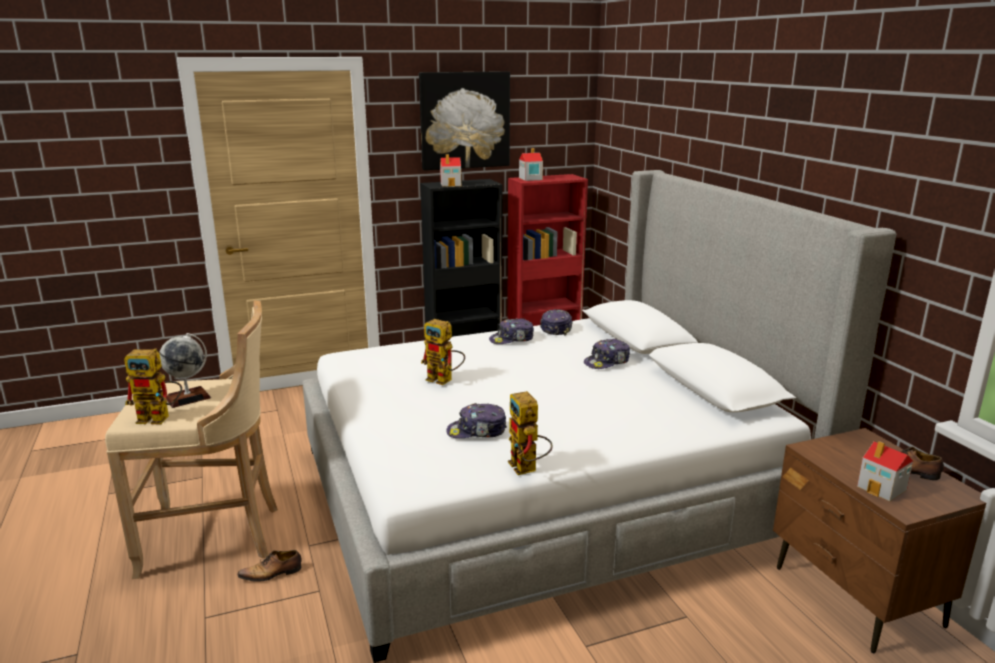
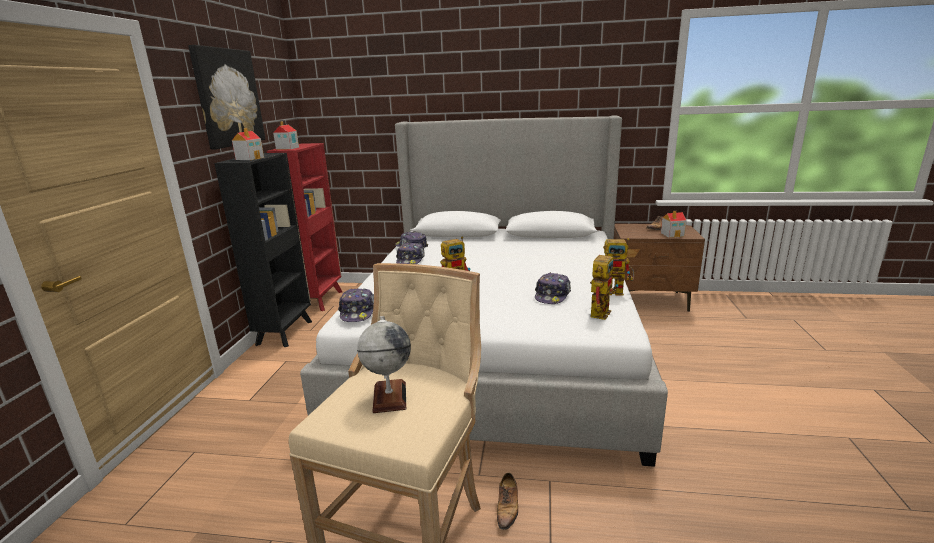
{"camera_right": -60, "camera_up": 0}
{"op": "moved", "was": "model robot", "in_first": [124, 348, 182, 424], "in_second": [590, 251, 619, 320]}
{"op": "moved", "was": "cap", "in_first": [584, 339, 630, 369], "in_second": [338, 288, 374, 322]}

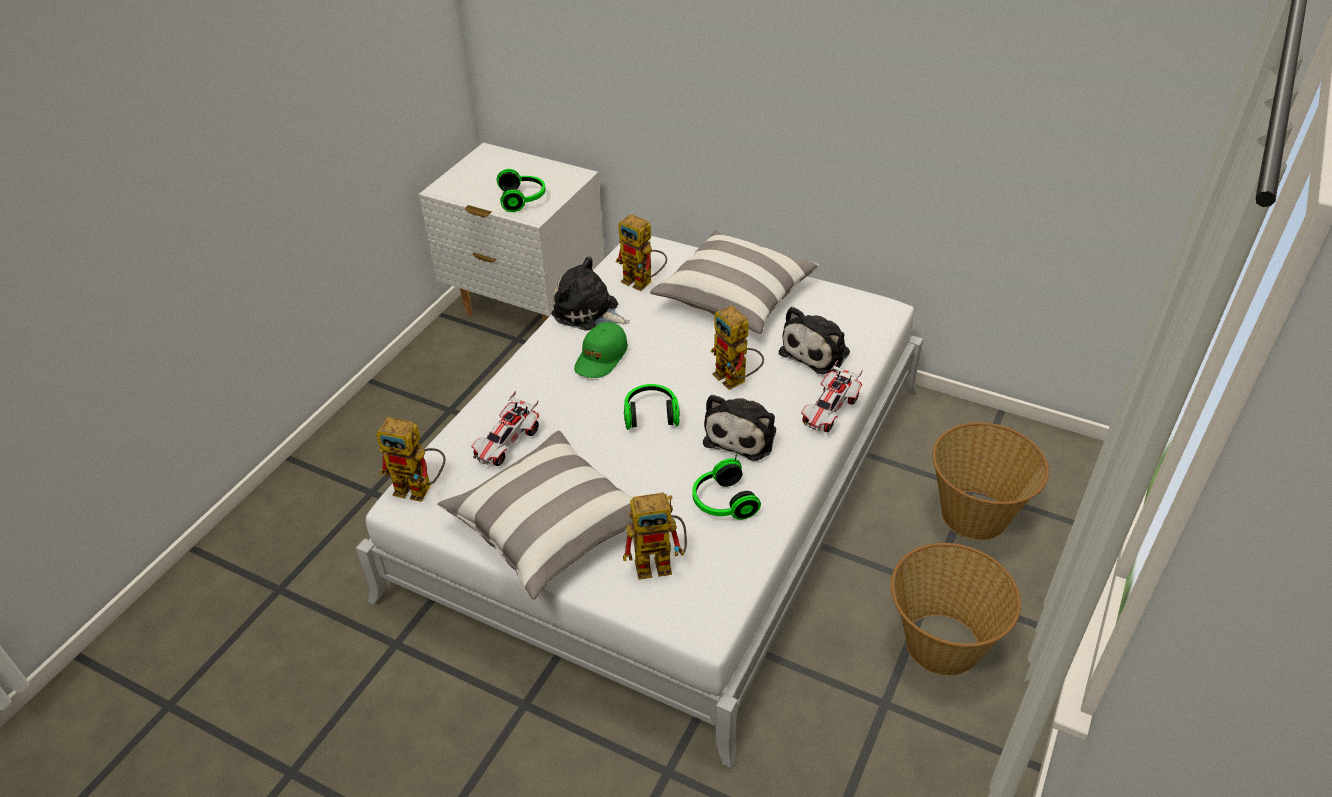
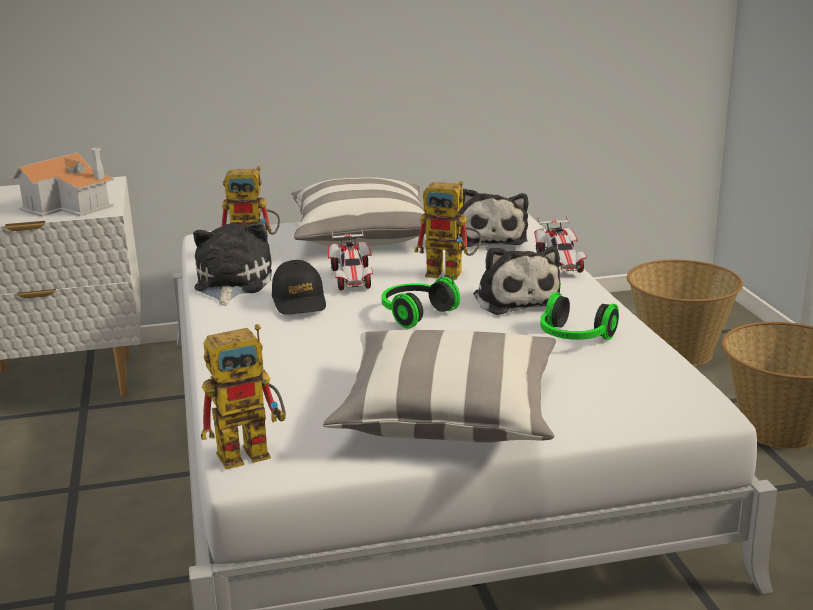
{"camera_right": -40, "camera_up": -20}
{"op": "removed", "was": "model robot", "in_first": [623, 492, 687, 580]}
{"op": "moved", "was": "toy car", "in_first": [471, 391, 539, 466], "in_second": [328, 229, 373, 291]}
{"op": "replaced", "was": "headphones", "now": "miniature house", "in_first": [497, 169, 546, 212], "in_second": [10, 148, 114, 217]}
{"op": "recoloured", "was": "green cap", "now": "black cap", "in_first": [574, 322, 628, 378], "in_second": [272, 260, 326, 315]}
{"op": "turned", "was": "cuddly toy", "in_first": [552, 256, 630, 331], "in_second": [193, 222, 272, 305], "clockwise": 105}

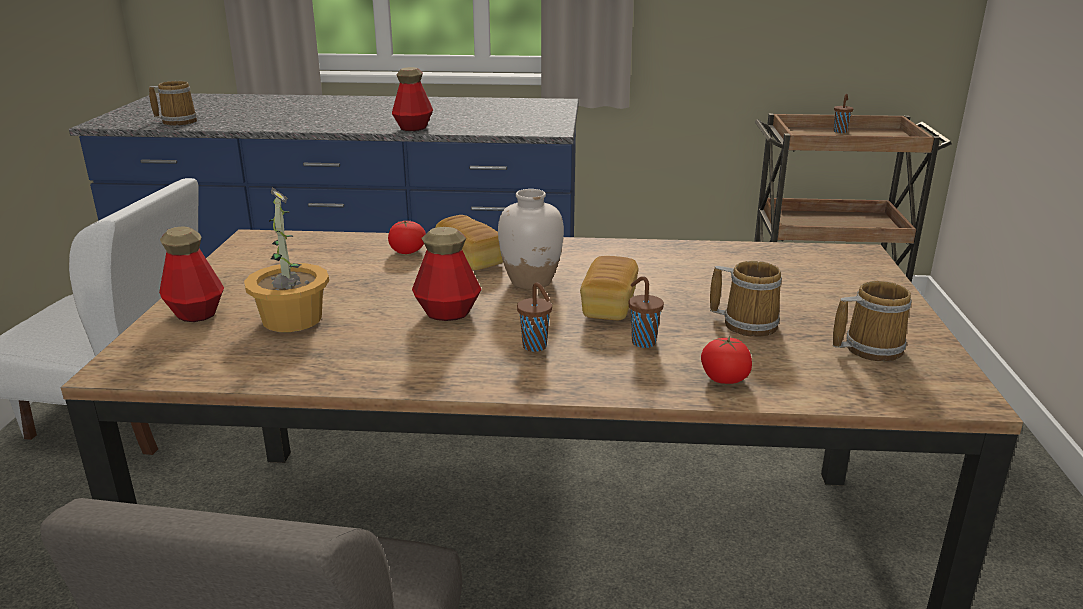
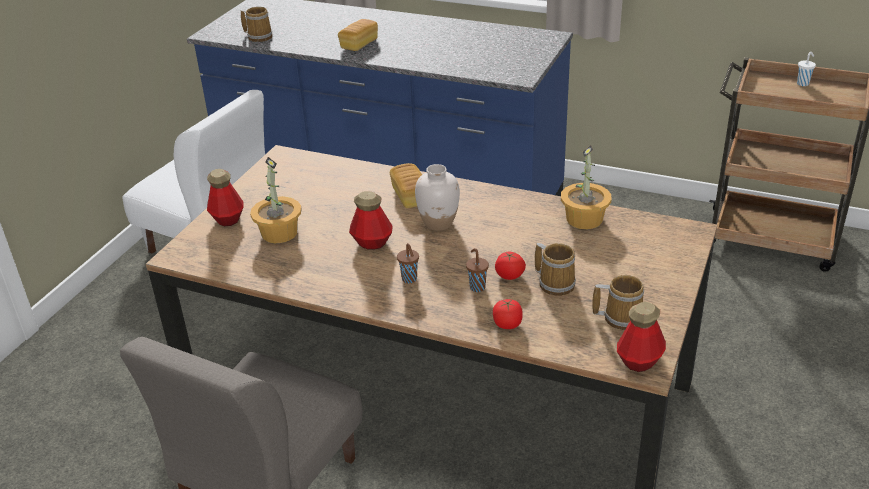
{"camera_right": 20, "camera_up": 10}
{"op": "added", "now": "houseplant", "in_second": [561, 145, 611, 229]}
{"op": "moved", "was": "whole tomato", "in_first": [388, 220, 426, 254], "in_second": [495, 252, 526, 280]}
{"op": "moved", "was": "beverage bottle", "in_first": [392, 67, 433, 131], "in_second": [617, 302, 666, 372]}
{"op": "moved", "was": "bread", "in_first": [580, 256, 638, 320], "in_second": [338, 19, 378, 51]}
{"op": "recoloured", "was": "brown-coloured drinking cup", "now": "whitish drinking cup", "in_first": [834, 94, 853, 133], "in_second": [797, 52, 816, 86]}

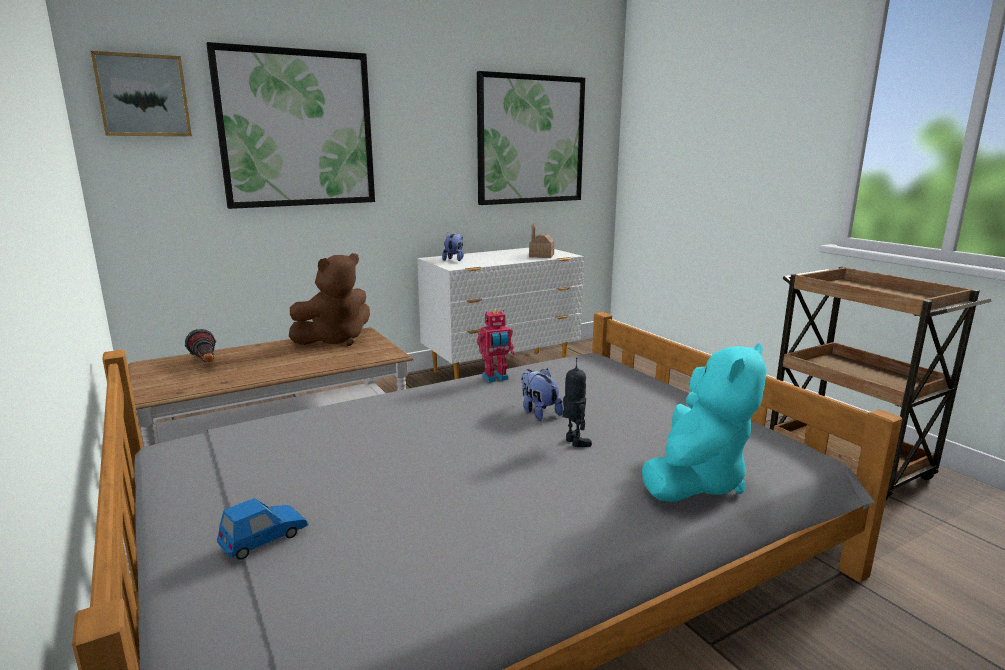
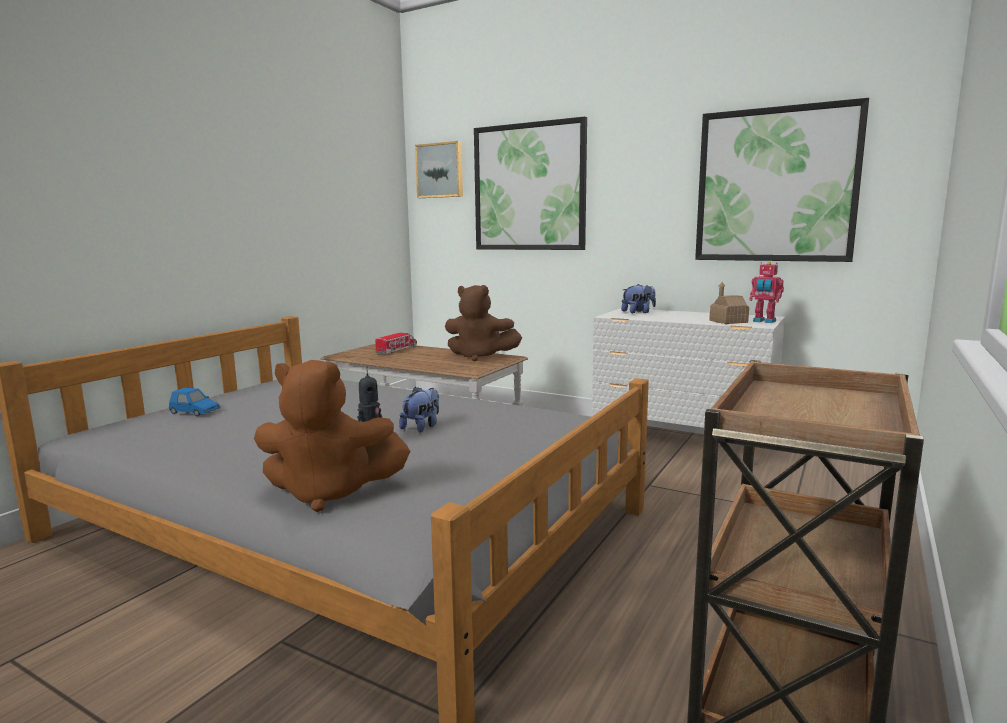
{"camera_right": 60, "camera_up": -5}
{"op": "moved", "was": "model robot", "in_first": [477, 310, 514, 382], "in_second": [749, 261, 784, 323]}
{"op": "replaced", "was": "flashlight", "now": "toy truck", "in_first": [185, 329, 216, 362], "in_second": [375, 333, 417, 354]}
{"op": "recoloured", "was": "turquoise-coloured cuddly toy", "now": "brown-coloured cuddly toy", "in_first": [642, 343, 767, 502], "in_second": [254, 360, 410, 512]}

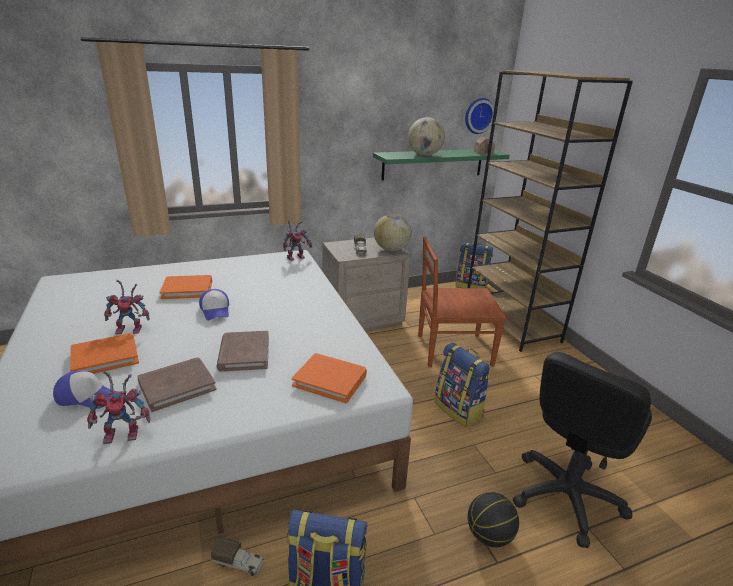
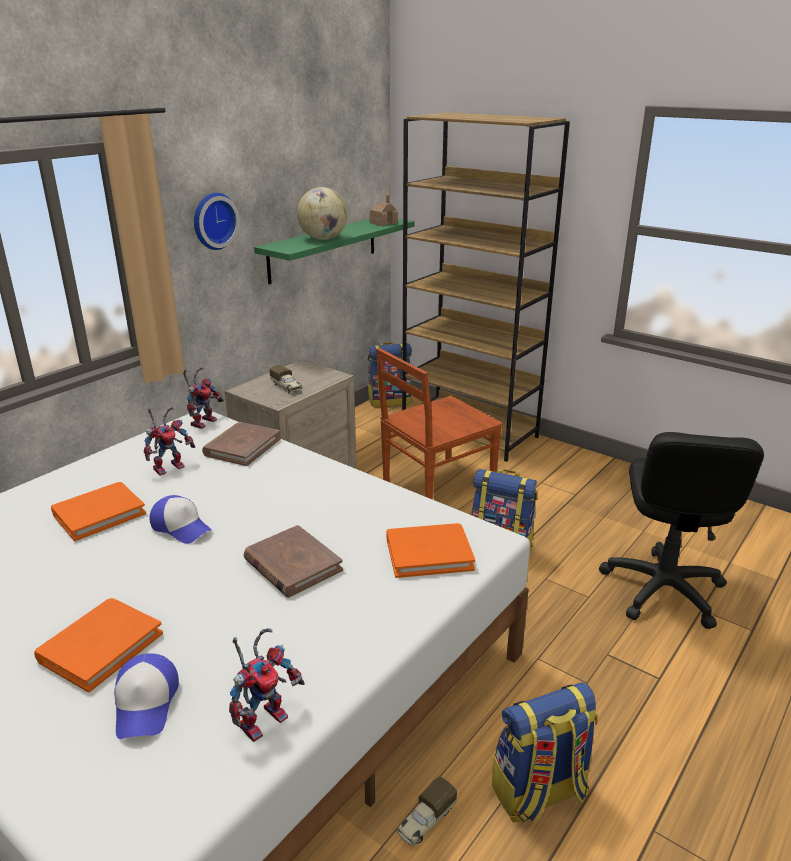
{"camera_right": -30, "camera_up": 0}
{"op": "removed", "was": "world globe", "in_first": [374, 213, 412, 251]}
{"op": "removed", "was": "ball for basketball", "in_first": [468, 492, 519, 547]}
{"op": "moved", "was": "model robot", "in_first": [104, 280, 150, 334], "in_second": [144, 407, 195, 476]}
{"op": "moved", "was": "brown-coloured volume", "in_first": [137, 358, 216, 412], "in_second": [202, 422, 280, 466]}
{"op": "moved", "was": "wall clock", "in_first": [465, 98, 494, 134], "in_second": [194, 193, 240, 250]}
{"op": "turned", "was": "cap", "in_first": [53, 371, 115, 409], "in_second": [114, 653, 179, 739], "clockwise": 105}
{"op": "turned", "was": "toy truck", "in_first": [211, 537, 264, 576], "in_second": [397, 776, 457, 846], "clockwise": 150}

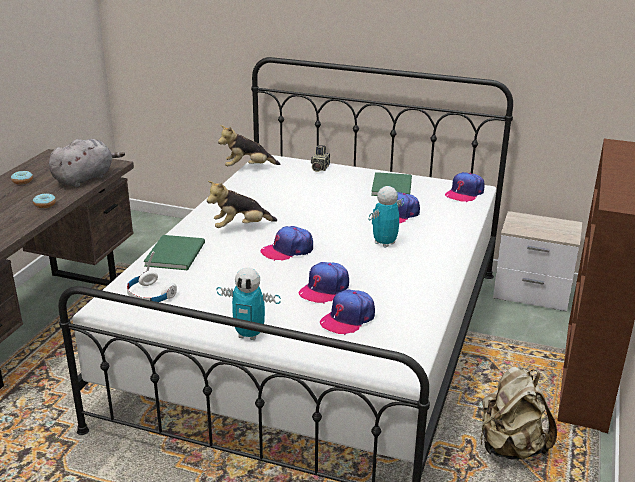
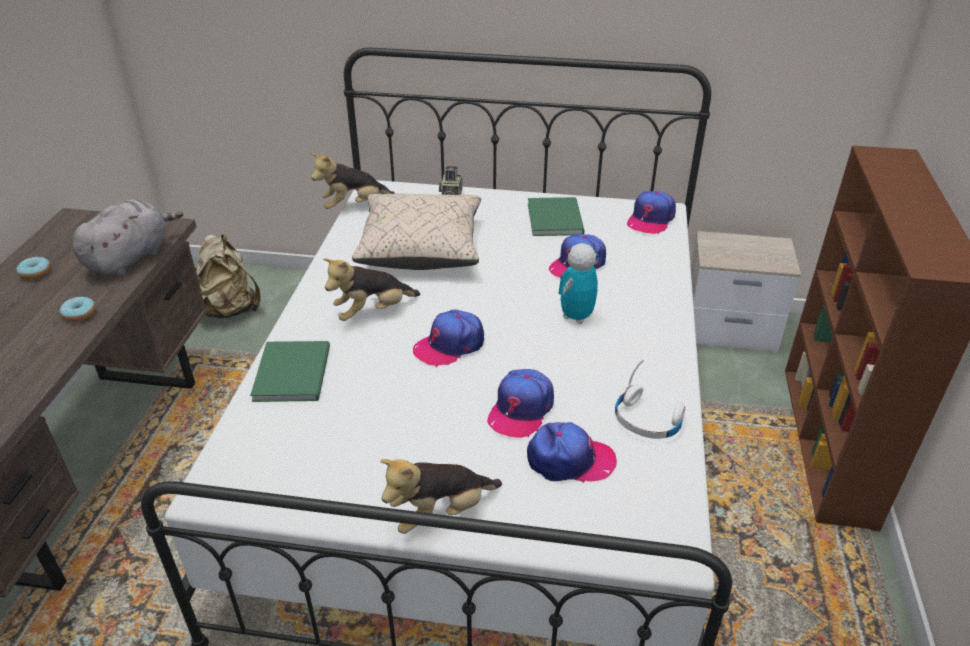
{"camera_right": -10, "camera_up": 10}
{"op": "added", "now": "beige cushion", "in_second": [352, 194, 481, 270]}
{"op": "moved", "was": "whitish headphones", "in_first": [127, 252, 177, 302], "in_second": [615, 359, 686, 439]}
{"op": "moved", "was": "beige knapsack", "in_first": [480, 366, 557, 460], "in_second": [195, 234, 261, 319]}
{"op": "replaced", "was": "model robot", "now": "cuddly toy", "in_first": [217, 267, 281, 340], "in_second": [380, 459, 502, 534]}
{"op": "turned", "was": "cap", "in_first": [320, 289, 375, 335], "in_second": [527, 422, 617, 483], "clockwise": -120}

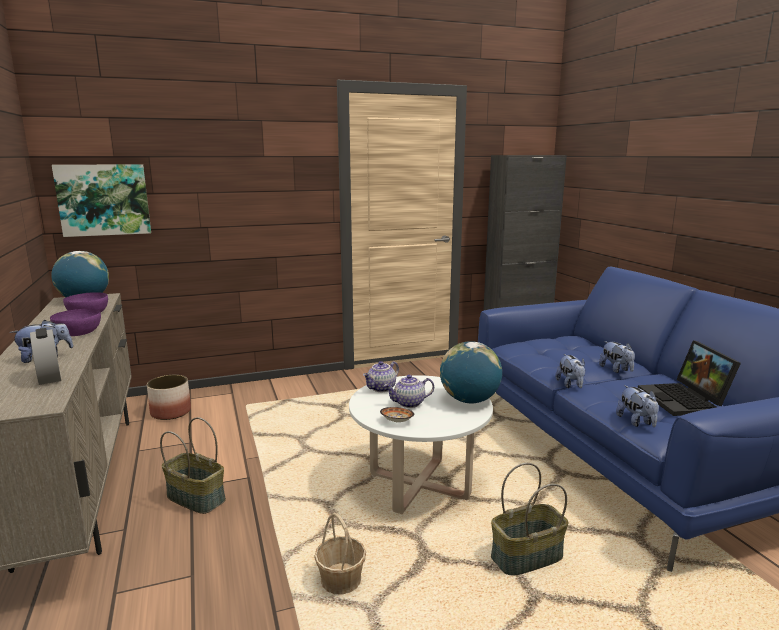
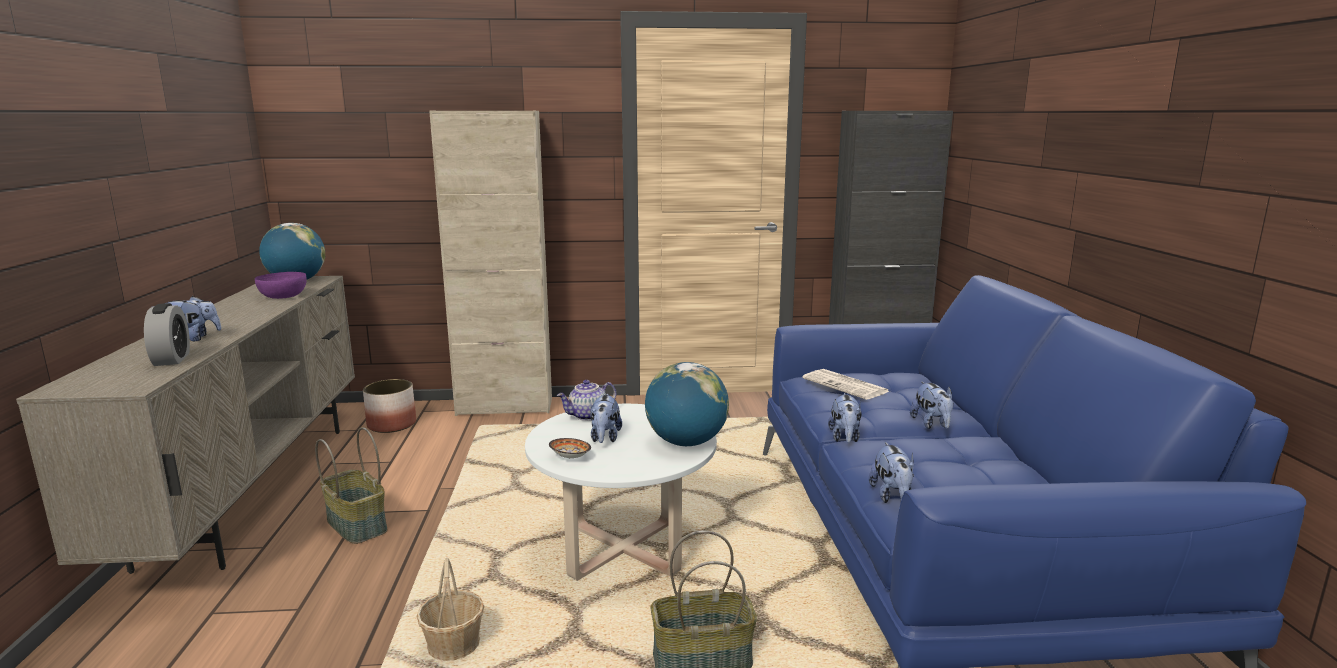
{"camera_right": 15, "camera_up": 0}
{"op": "removed", "was": "purple deep dish", "in_first": [50, 308, 101, 336]}
{"op": "removed", "was": "wall art", "in_first": [52, 164, 151, 237]}
{"op": "removed", "was": "laptop", "in_first": [638, 340, 741, 416]}
{"op": "added", "now": "beige cupboard", "in_second": [429, 111, 552, 416]}
{"op": "added", "now": "newspaper", "in_second": [802, 369, 890, 400]}
{"op": "replaced", "was": "pot for tea", "now": "cuddly toy", "in_first": [384, 375, 434, 408], "in_second": [590, 394, 622, 443]}

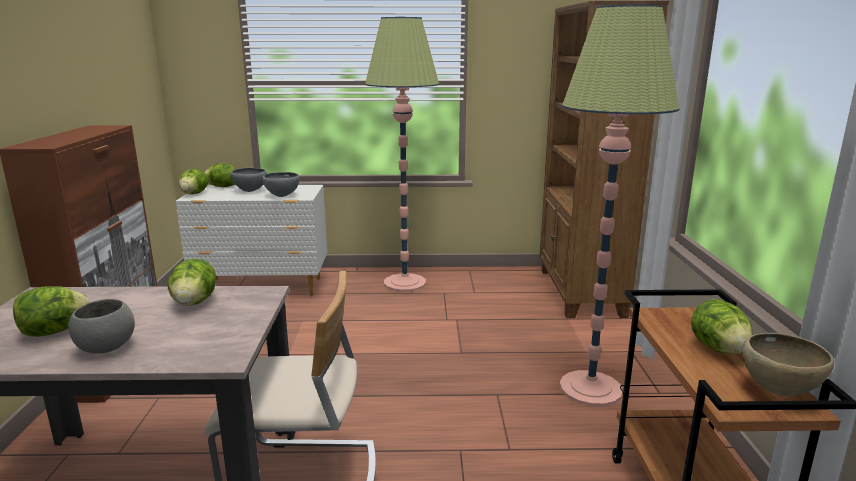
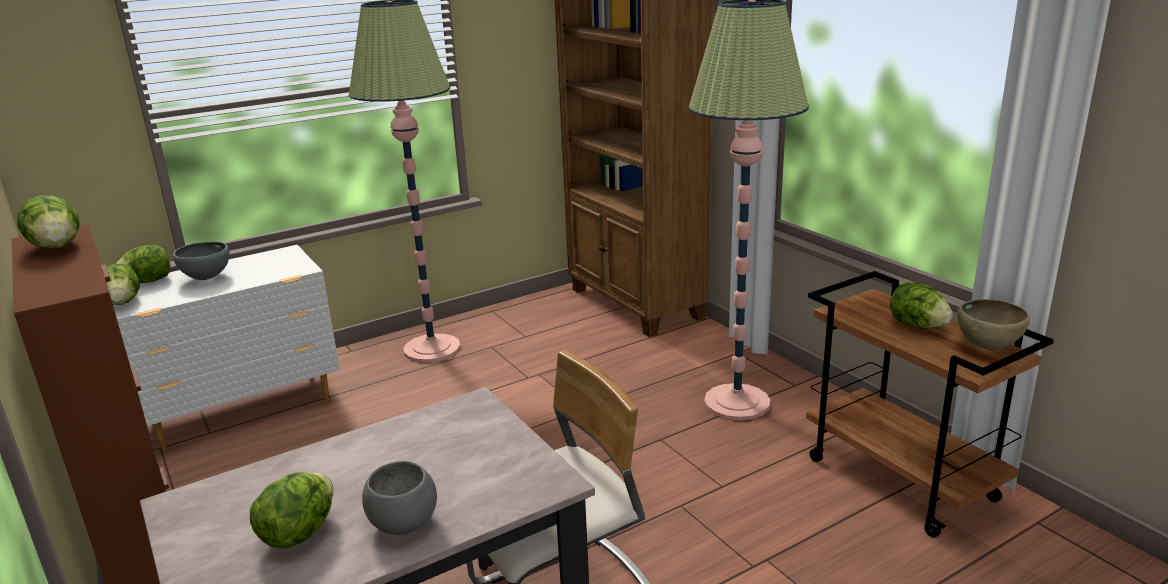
{"camera_right": -30, "camera_up": 5}
{"op": "removed", "was": "gray deep dish", "in_first": [262, 172, 300, 197]}
{"op": "moved", "was": "lettuce head", "in_first": [168, 259, 216, 306], "in_second": [17, 195, 80, 249]}

